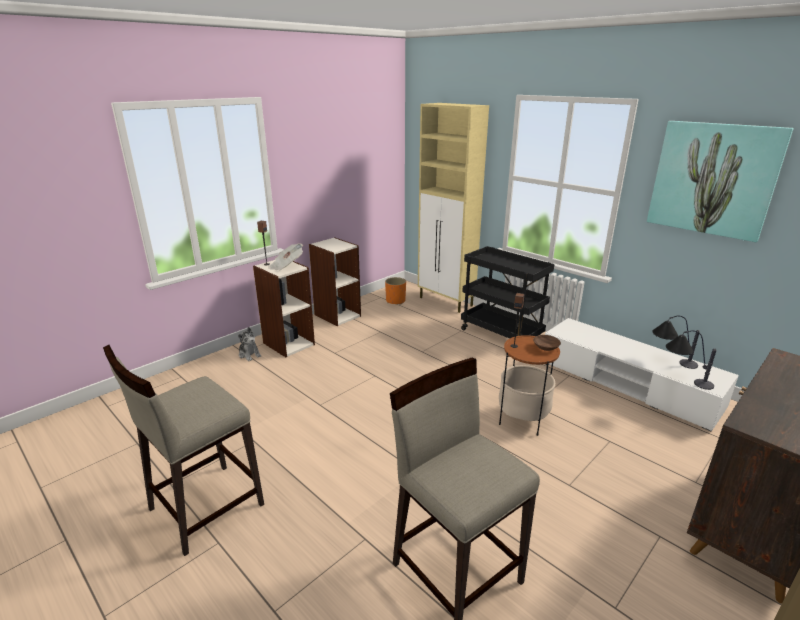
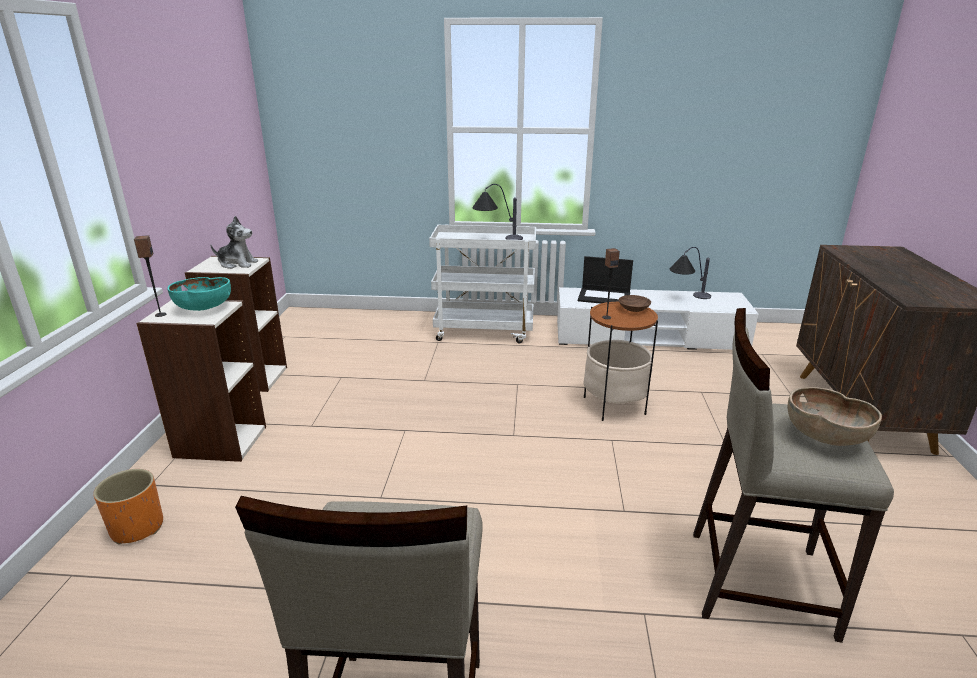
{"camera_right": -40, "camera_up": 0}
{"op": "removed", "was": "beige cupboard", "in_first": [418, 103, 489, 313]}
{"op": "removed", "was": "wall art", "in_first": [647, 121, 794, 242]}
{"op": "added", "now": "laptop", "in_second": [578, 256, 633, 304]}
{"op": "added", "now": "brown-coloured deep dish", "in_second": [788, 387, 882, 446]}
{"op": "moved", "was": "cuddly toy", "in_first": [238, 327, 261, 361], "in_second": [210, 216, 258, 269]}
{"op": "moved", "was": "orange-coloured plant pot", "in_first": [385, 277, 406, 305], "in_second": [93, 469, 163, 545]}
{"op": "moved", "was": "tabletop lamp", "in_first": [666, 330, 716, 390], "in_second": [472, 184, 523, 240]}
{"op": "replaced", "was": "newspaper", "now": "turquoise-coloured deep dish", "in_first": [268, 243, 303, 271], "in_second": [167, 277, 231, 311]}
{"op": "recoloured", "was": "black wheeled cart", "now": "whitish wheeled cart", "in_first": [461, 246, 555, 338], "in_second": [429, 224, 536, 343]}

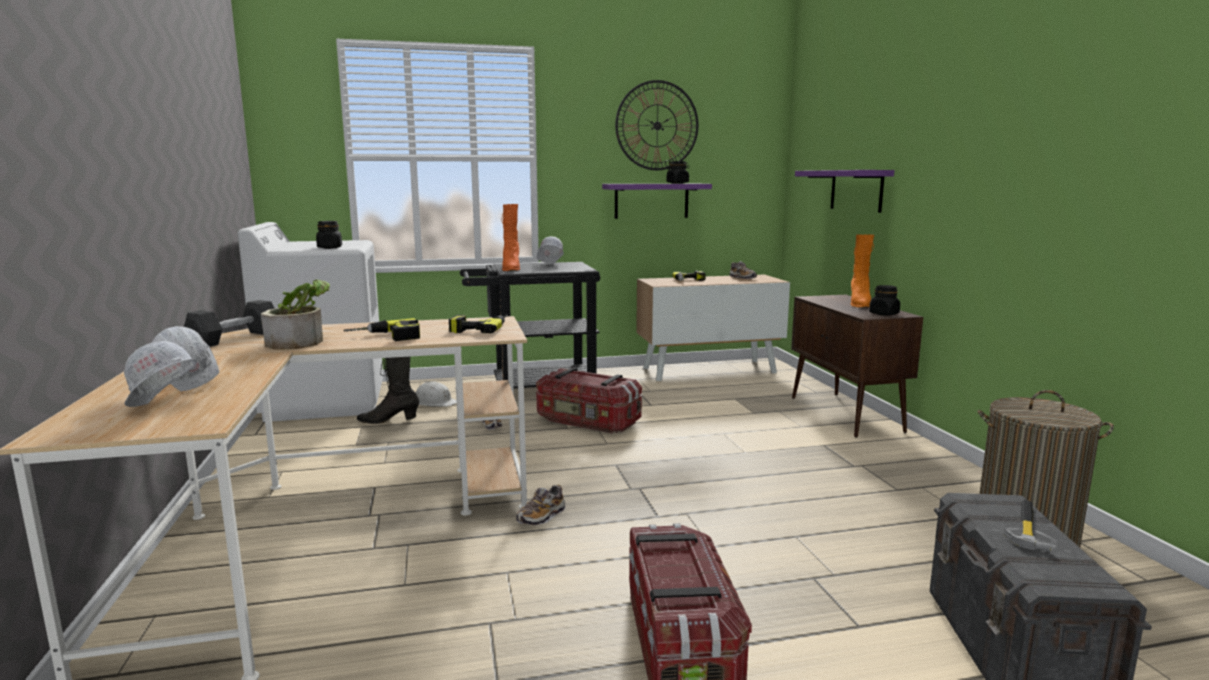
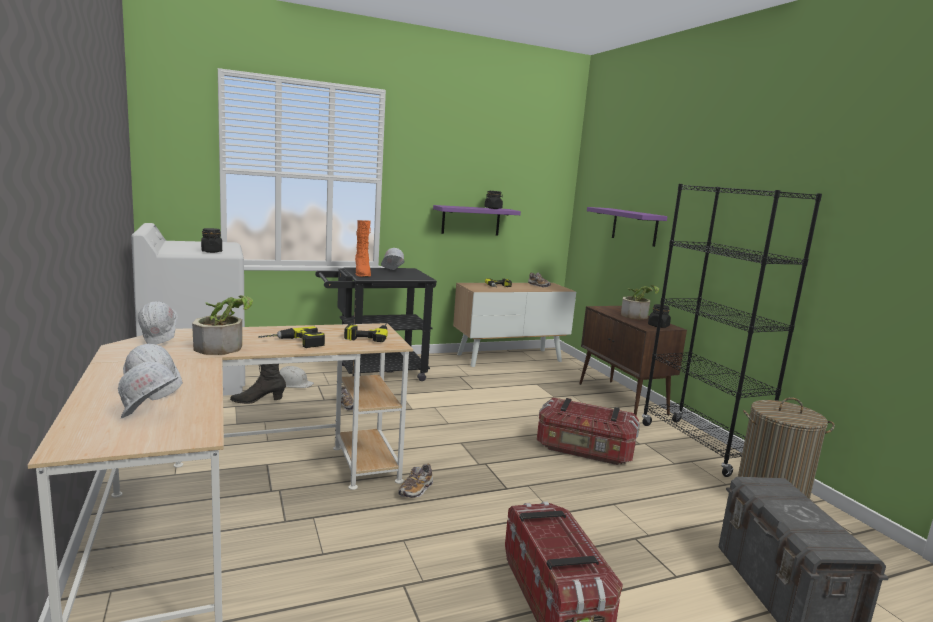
{"camera_right": -10, "camera_up": 0}
{"op": "removed", "was": "wall clock", "in_first": [615, 80, 698, 170]}
{"op": "removed", "was": "hand hammer", "in_first": [1003, 500, 1051, 552]}
{"op": "added", "now": "black shelving unit", "in_second": [642, 184, 822, 477]}
{"op": "moved", "was": "storage box", "in_first": [536, 368, 642, 433], "in_second": [537, 397, 640, 465]}
{"op": "replaced", "was": "gray free weight", "now": "whitish work helmet", "in_first": [184, 300, 275, 347], "in_second": [138, 301, 177, 344]}
{"op": "replaced", "was": "orange-coloured high-top boot", "now": "houseplant", "in_first": [851, 234, 874, 307], "in_second": [621, 285, 659, 319]}

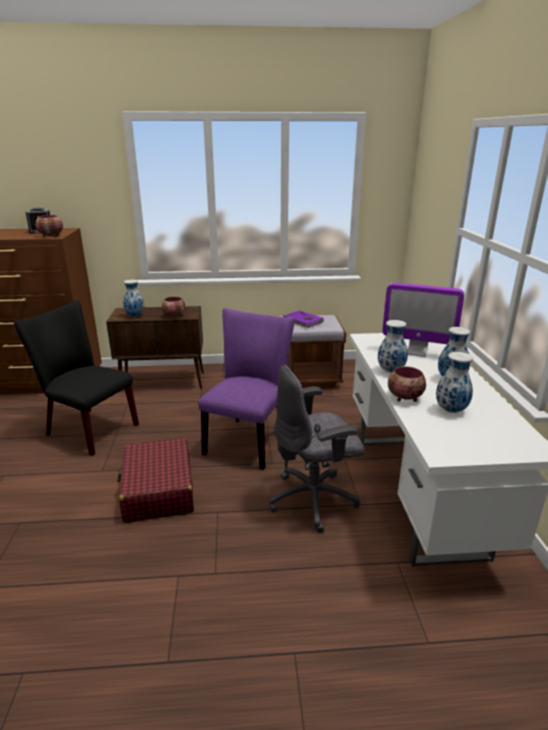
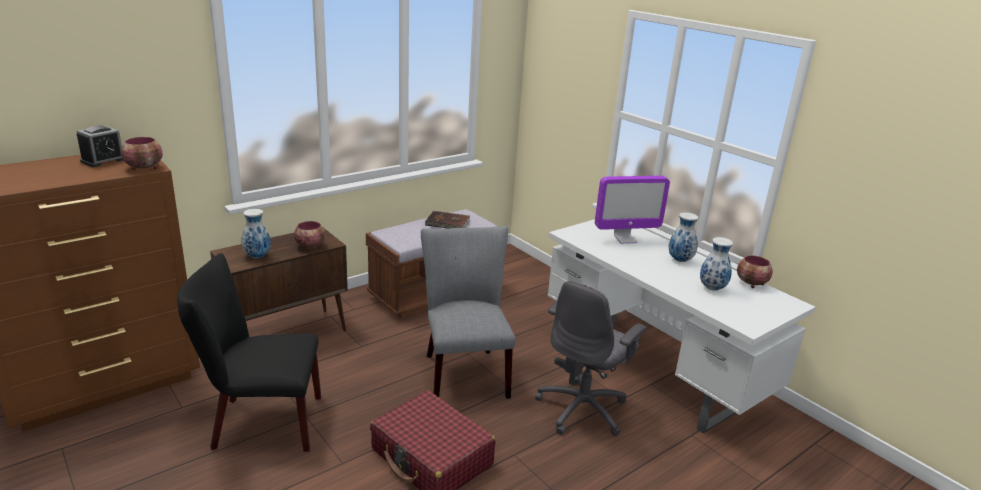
{"camera_right": -35, "camera_up": 0}
{"op": "removed", "was": "flower vase", "in_first": [378, 320, 408, 373]}
{"op": "moved", "was": "deep dish", "in_first": [388, 366, 426, 402], "in_second": [737, 255, 773, 288]}
{"op": "recoloured", "was": "purple upright chair", "now": "gray upright chair", "in_first": [198, 308, 294, 470], "in_second": [421, 226, 516, 399]}
{"op": "recoloured", "was": "purple volume", "now": "brown-coloured volume", "in_first": [283, 310, 324, 328], "in_second": [425, 211, 470, 228]}

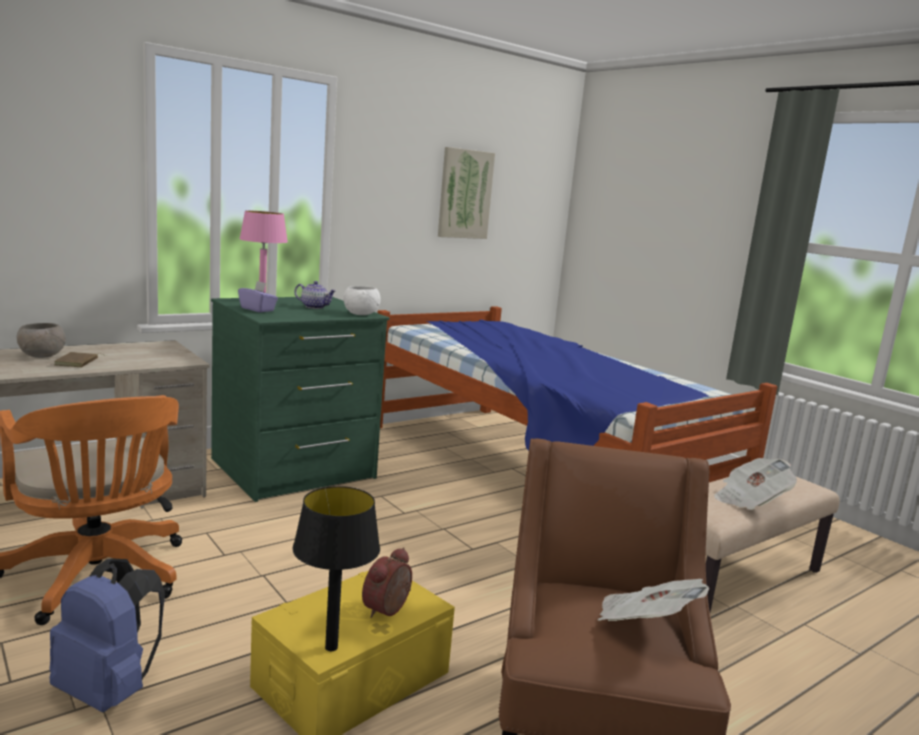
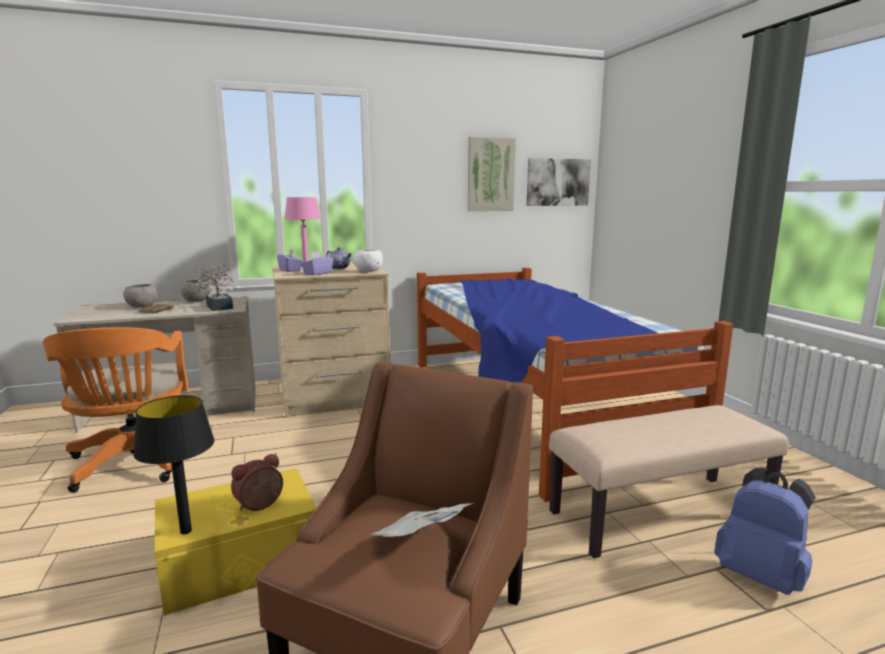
{"camera_right": 20, "camera_up": 0}
{"op": "removed", "was": "newspaper", "in_first": [714, 458, 797, 510]}
{"op": "added", "now": "gray deep dish", "in_second": [180, 280, 211, 302]}
{"op": "added", "now": "houseplant", "in_second": [194, 263, 237, 311]}
{"op": "added", "now": "purple box of tissues", "in_second": [301, 251, 333, 275]}
{"op": "added", "now": "wall art", "in_second": [527, 158, 591, 206]}
{"op": "moved", "was": "blue knapsack", "in_first": [49, 558, 165, 712], "in_second": [714, 468, 816, 595]}
{"op": "recoloured", "was": "green drawer chest", "now": "beige drawer chest", "in_first": [211, 297, 389, 502], "in_second": [272, 262, 390, 417]}

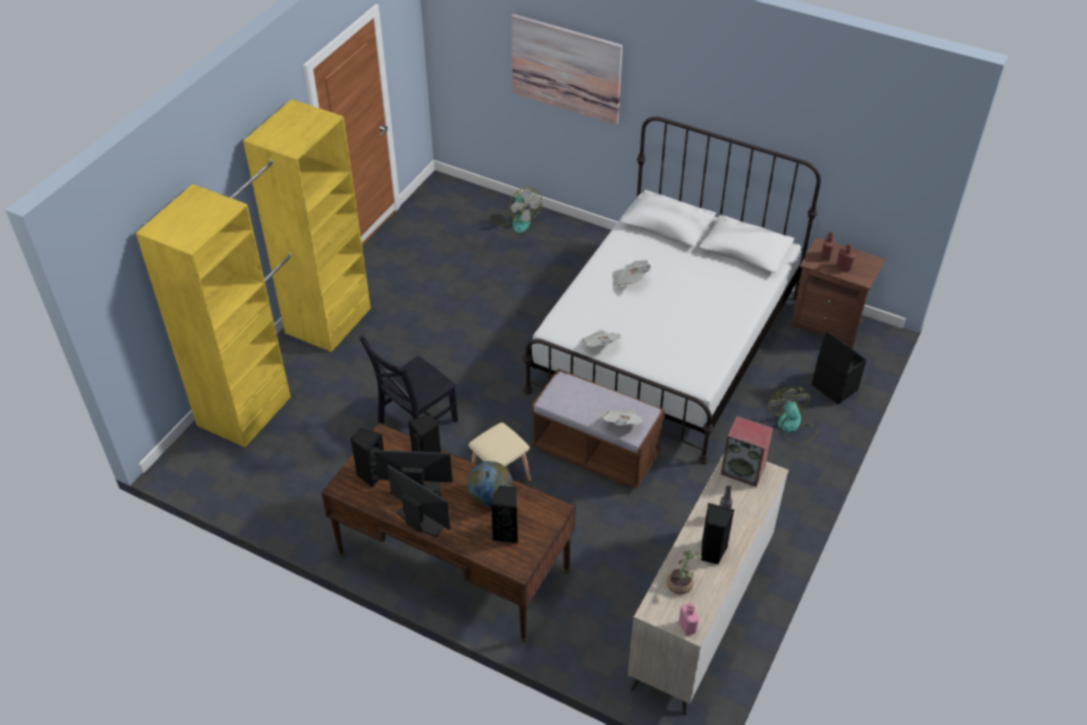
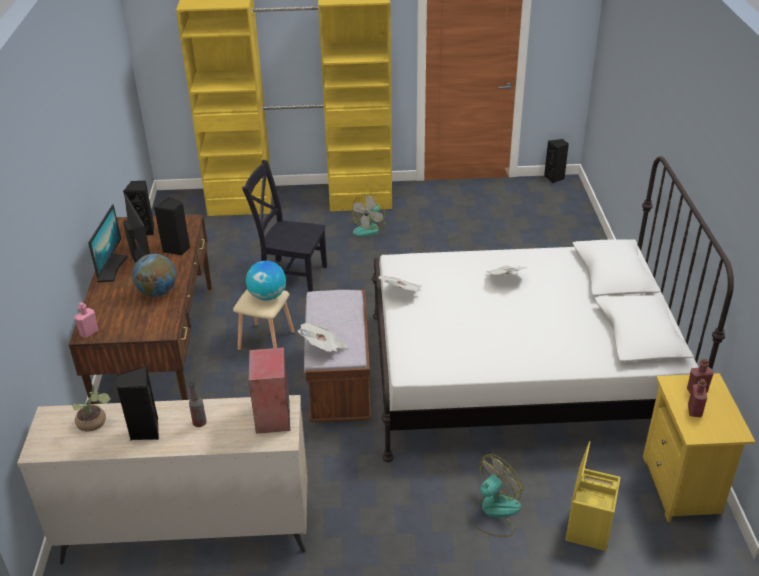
{"camera_right": 60, "camera_up": -10}
{"op": "removed", "was": "wall art", "in_first": [511, 14, 623, 125]}
{"op": "added", "now": "world globe", "in_second": [246, 261, 286, 301]}
{"op": "moved", "was": "black audio speaker", "in_first": [491, 486, 518, 544], "in_second": [544, 139, 569, 183]}
{"op": "moved", "was": "electric fan", "in_first": [497, 187, 542, 233], "in_second": [352, 194, 385, 236]}
{"op": "moved", "was": "pink-coloured beverage bottle", "in_first": [679, 603, 699, 636], "in_second": [74, 302, 99, 338]}
{"op": "recoloured", "was": "brown-coloured night table", "now": "yellow-coloured night table", "in_first": [790, 237, 885, 348], "in_second": [643, 373, 755, 522]}
{"op": "recoloured", "was": "black storage box", "now": "yellow-coloured storage box", "in_first": [812, 331, 866, 405], "in_second": [566, 441, 621, 551]}

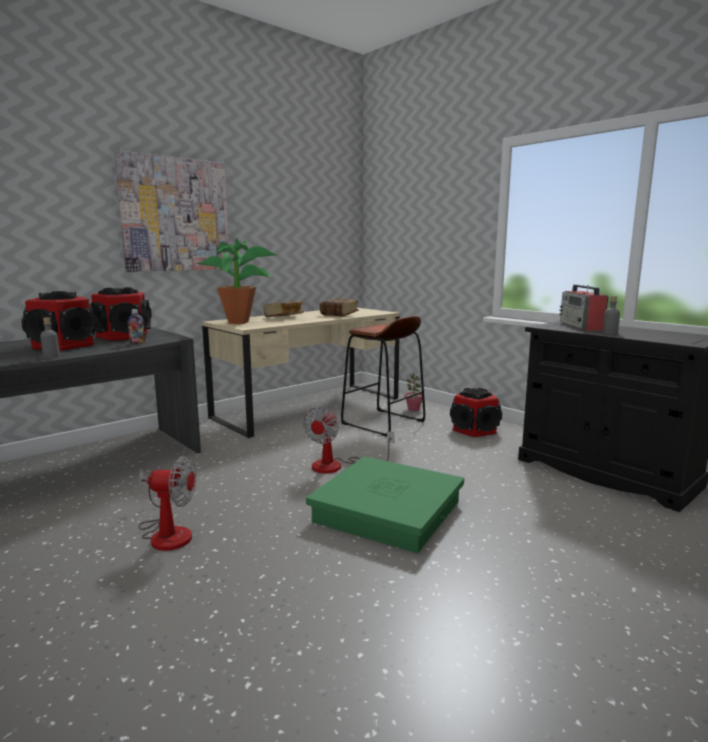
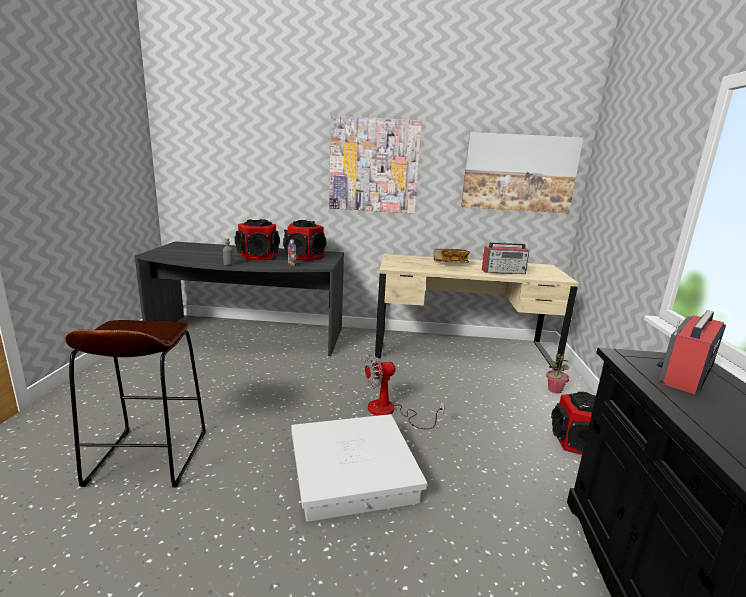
{"camera_right": 45, "camera_up": 5}
{"op": "removed", "was": "electric fan", "in_first": [138, 456, 197, 551]}
{"op": "removed", "was": "houseplant", "in_first": [196, 238, 277, 324]}
{"op": "removed", "was": "gray beverage bottle", "in_first": [603, 296, 620, 334]}
{"op": "added", "now": "wall art", "in_second": [461, 132, 583, 213]}
{"op": "moved", "was": "brown-coloured stool seat", "in_first": [341, 316, 425, 437], "in_second": [65, 320, 206, 488]}
{"op": "replaced", "was": "volume", "now": "radio", "in_first": [320, 298, 359, 317], "in_second": [482, 242, 530, 274]}
{"op": "recoloured", "was": "green storage box", "now": "whitish storage box", "in_first": [306, 456, 464, 553], "in_second": [291, 414, 427, 522]}

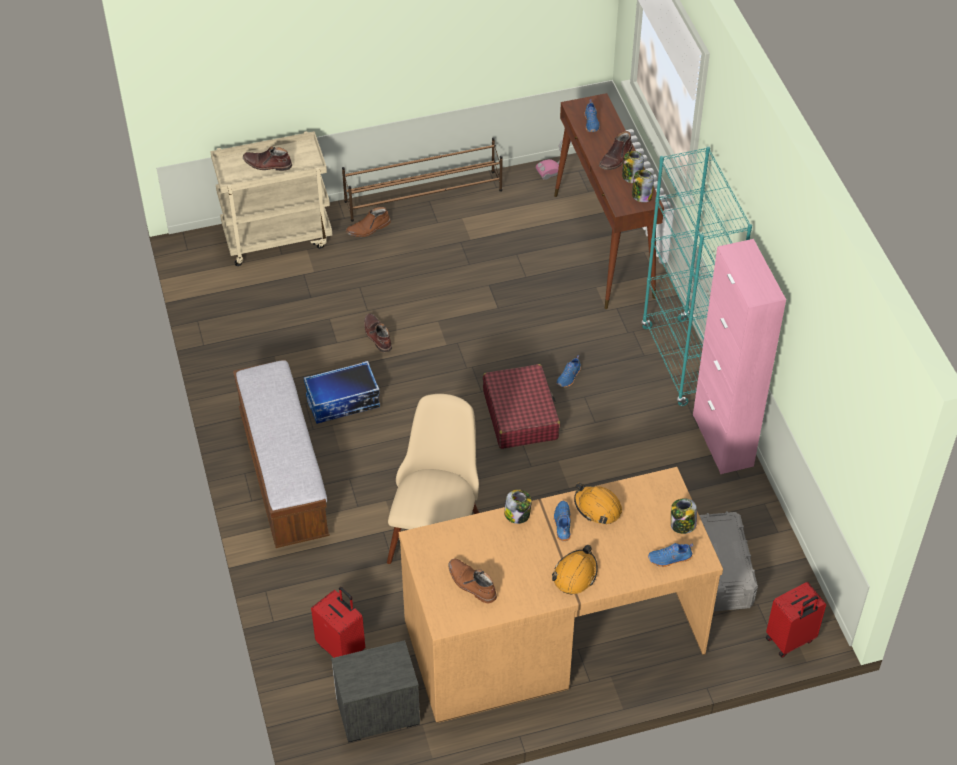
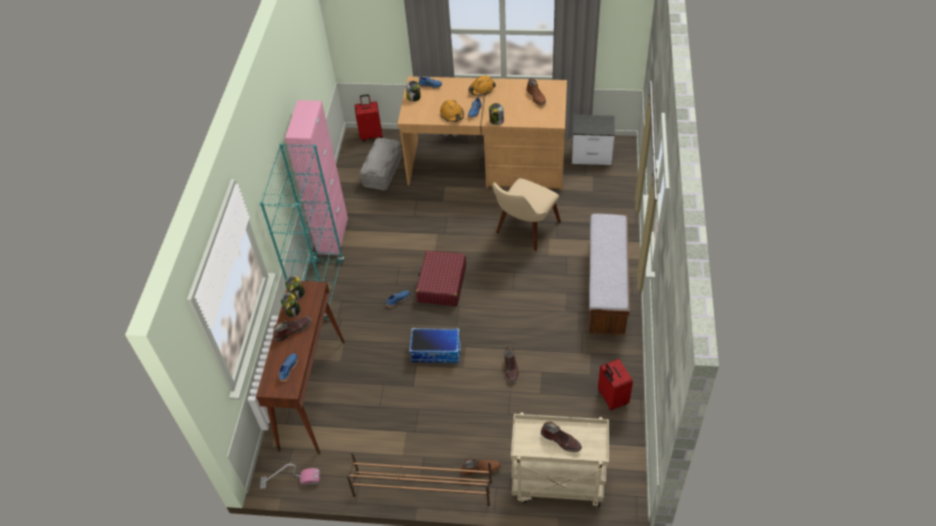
{"camera_right": -155, "camera_up": 0}
{"op": "moved", "was": "storage box", "in_first": [304, 361, 380, 424], "in_second": [409, 328, 461, 363]}
{"op": "moved", "was": "red-coloured travel case", "in_first": [311, 587, 365, 658], "in_second": [598, 359, 633, 410]}

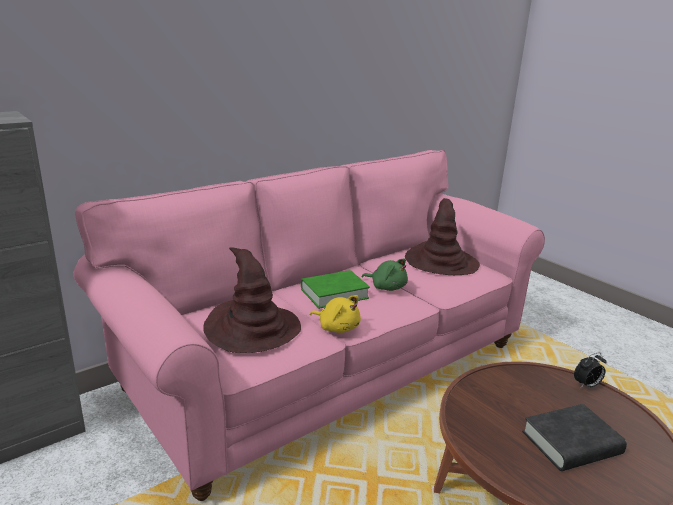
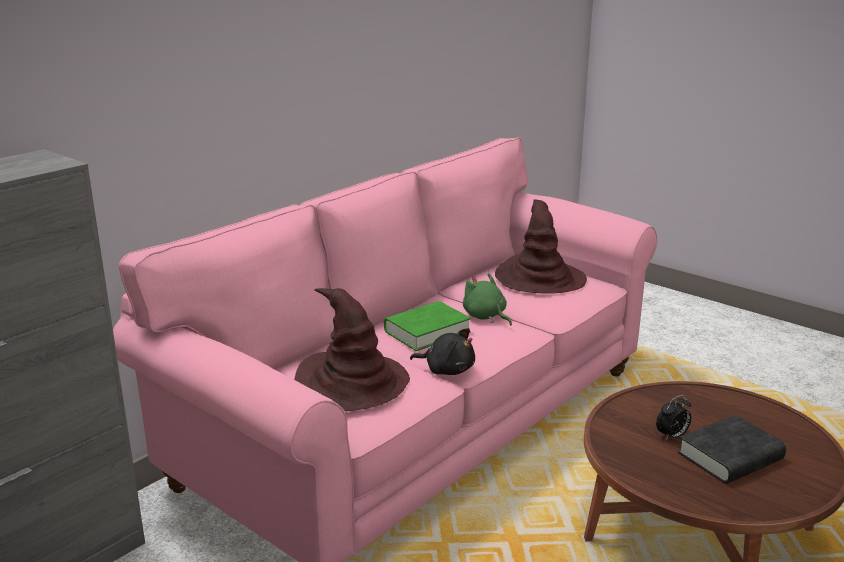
{"camera_right": -10, "camera_up": 0}
{"op": "moved", "was": "bedside clock", "in_first": [574, 353, 607, 389], "in_second": [656, 395, 691, 441]}
{"op": "recoloured", "was": "yellow-coloured cuddly toy", "now": "black cuddly toy", "in_first": [310, 295, 361, 333], "in_second": [410, 328, 475, 375]}
{"op": "turned", "was": "green cuddly toy", "in_first": [362, 258, 408, 291], "in_second": [463, 273, 512, 325], "clockwise": -150}

